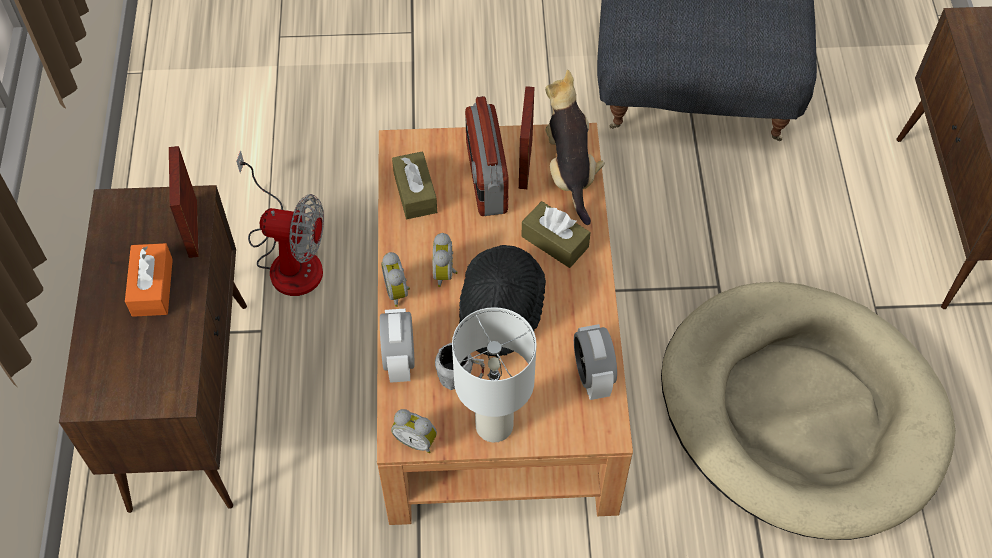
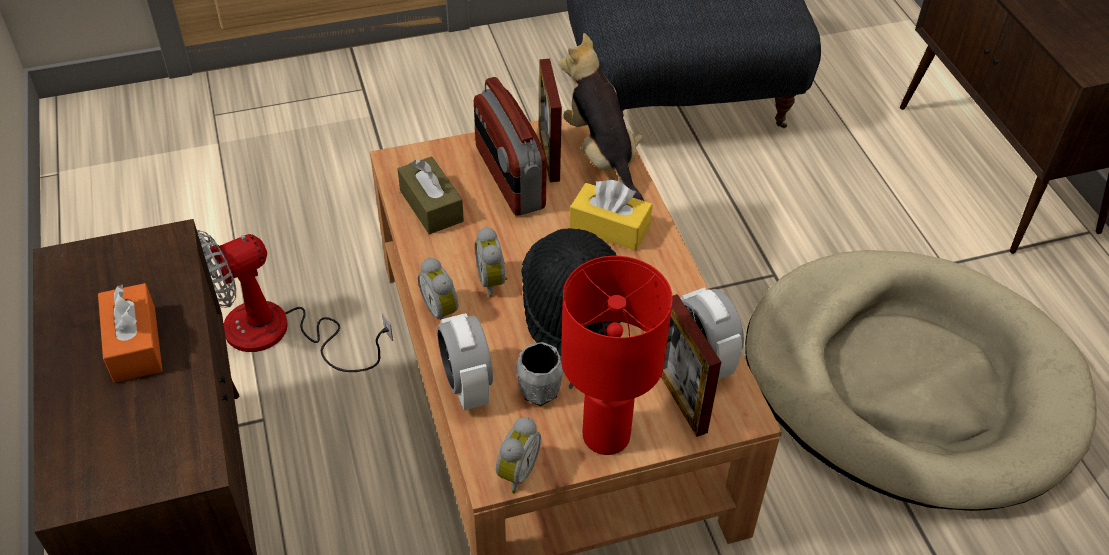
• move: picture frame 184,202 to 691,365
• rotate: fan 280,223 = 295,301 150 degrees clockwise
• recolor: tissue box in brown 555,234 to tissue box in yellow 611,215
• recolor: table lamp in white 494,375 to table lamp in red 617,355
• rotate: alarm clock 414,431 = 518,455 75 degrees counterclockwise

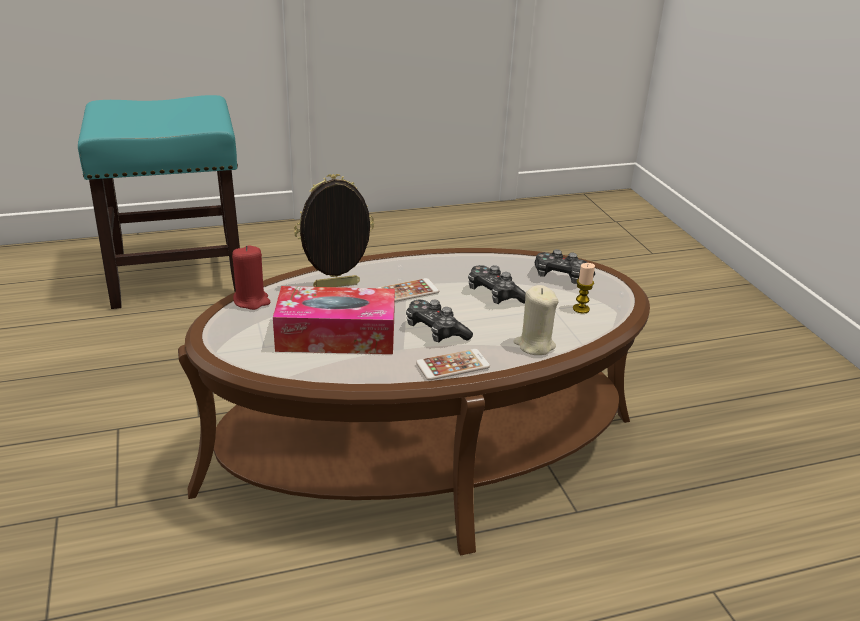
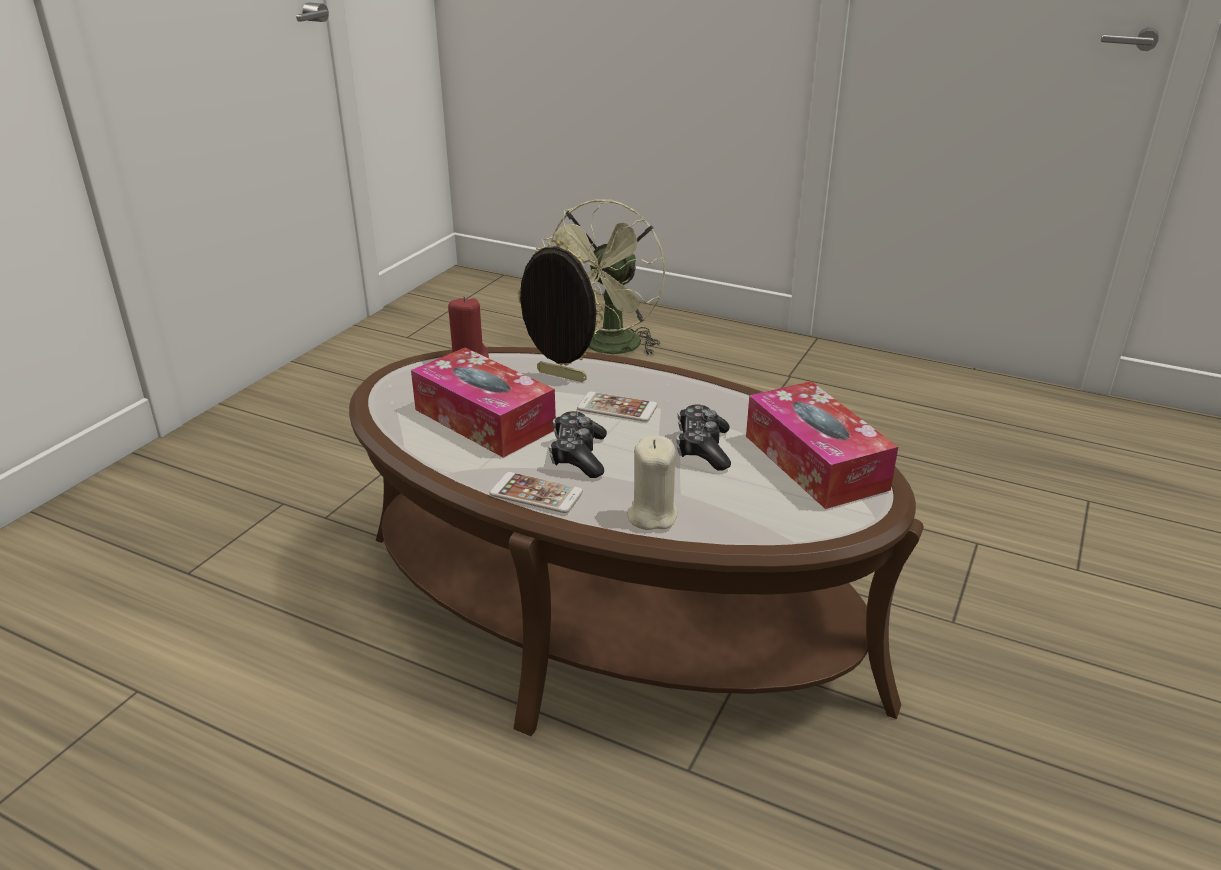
• replace: stool in turquoise 159,202 to fan in green 603,277
• replace: game controller 564,266 to tissue box 822,445
• delete: candle 584,288

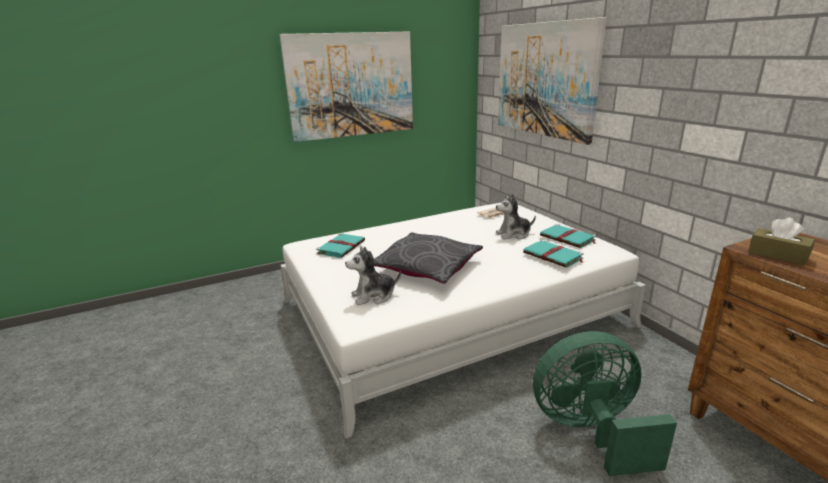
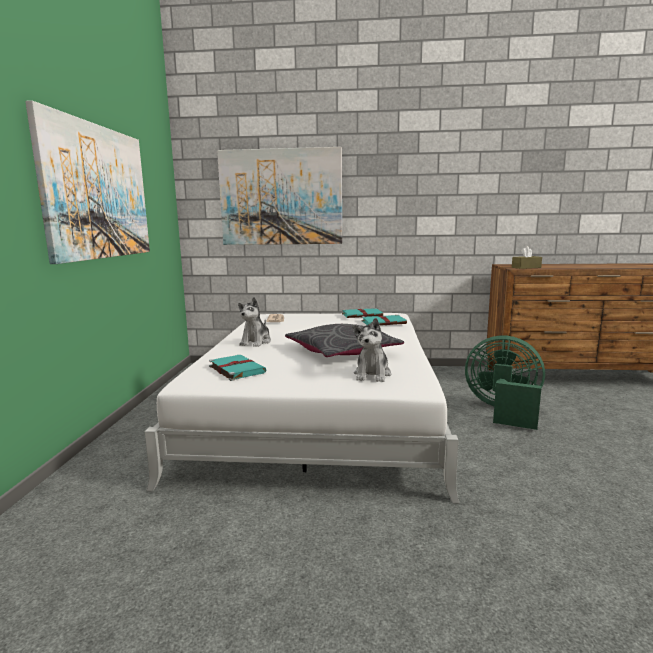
• move: plush toy 516,217 to 254,322
• rotate: fan in green 605,403 = 505,383 90 degrees clockwise

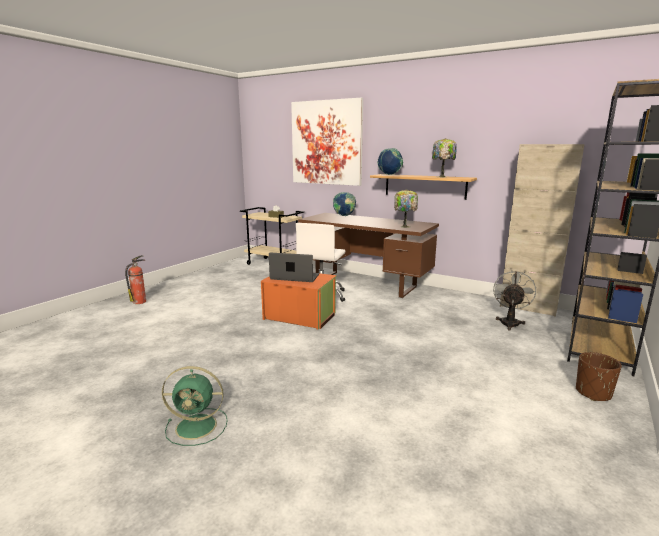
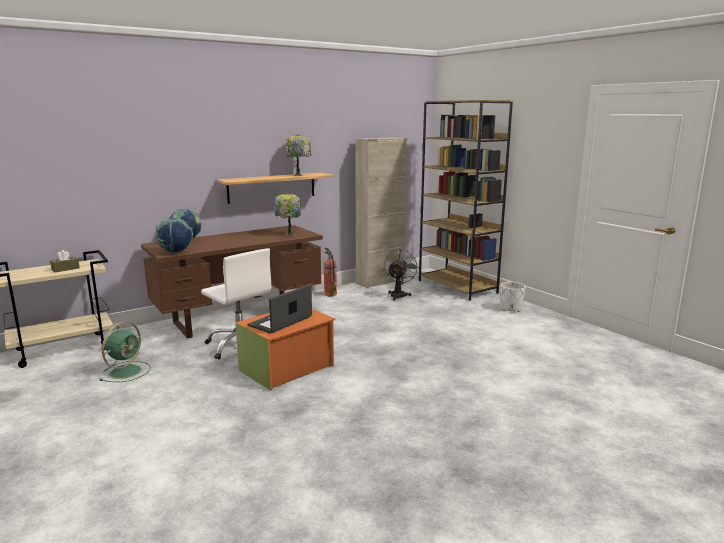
• delete: picture 327,142
• move: globe 390,161 to 174,235
• move: fire extinguisher 135,279 to 330,272
• rotate: fan in grey 514,300 = 401,275 60 degrees clockwise
• recolor: planter in brown 599,376 to planter in white 513,297
• move: fan in green 195,406 to 125,352

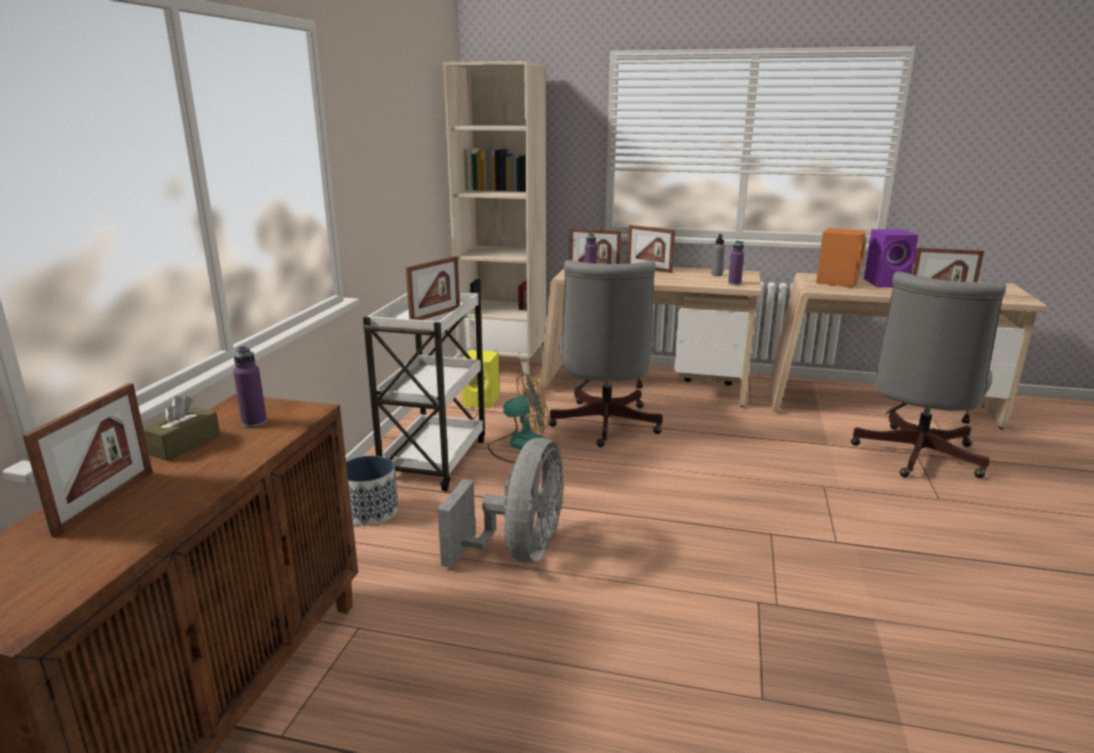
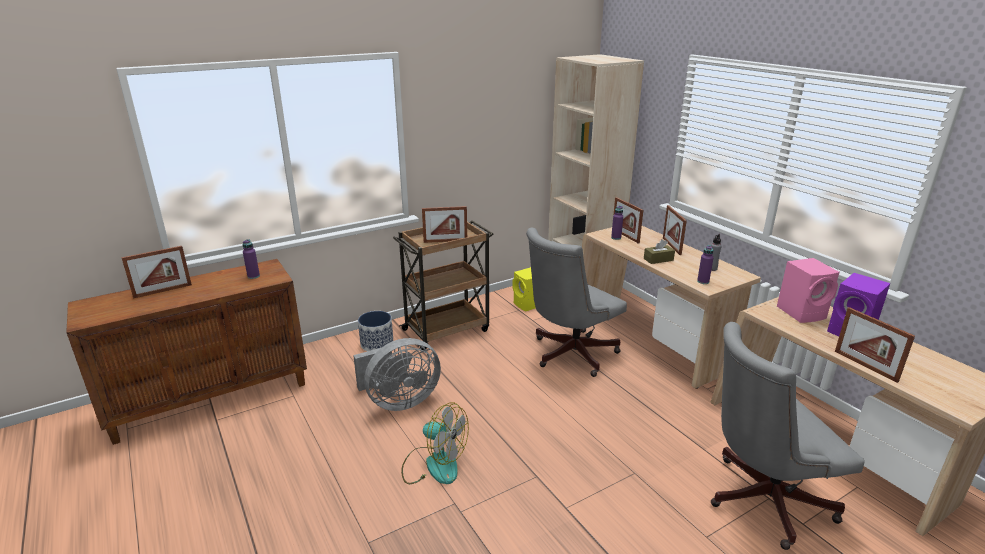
• recolor: speaker in orange 841,257 to speaker in pink 808,290
• recolor: cart in white 424,391 to cart in brown 443,285
• move: fan 518,417 to 435,443
• move: tissue box in brown 182,428 to 659,251

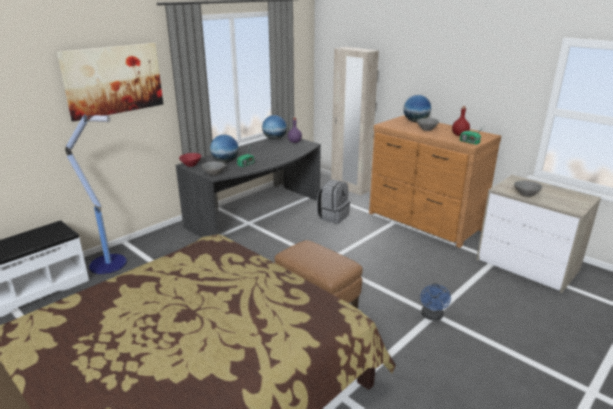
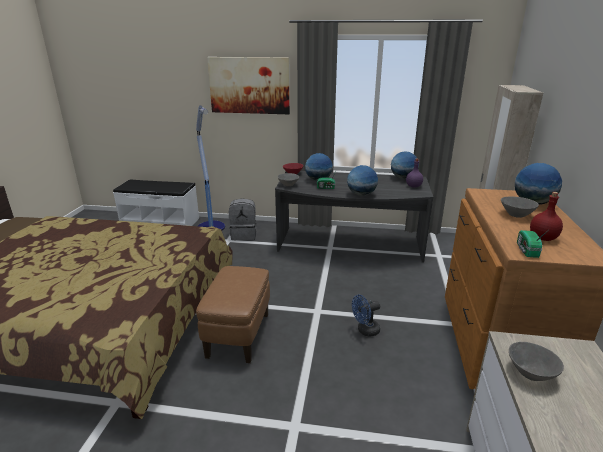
• move: backpack in grey 333,201 to 243,219
• move: fan in blue 435,301 to 366,316
• insert: globe 362,180

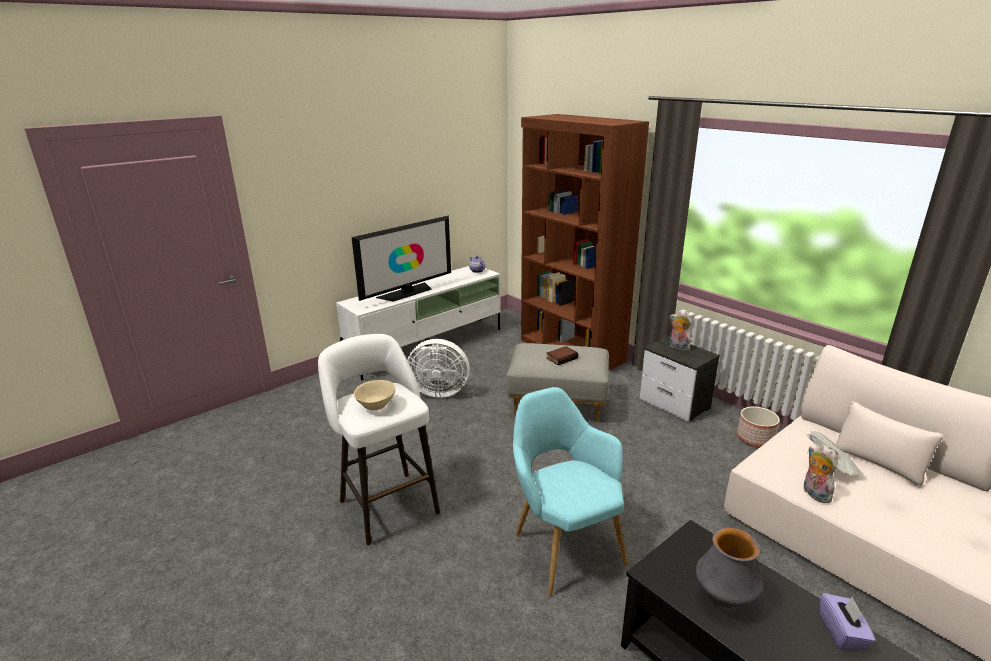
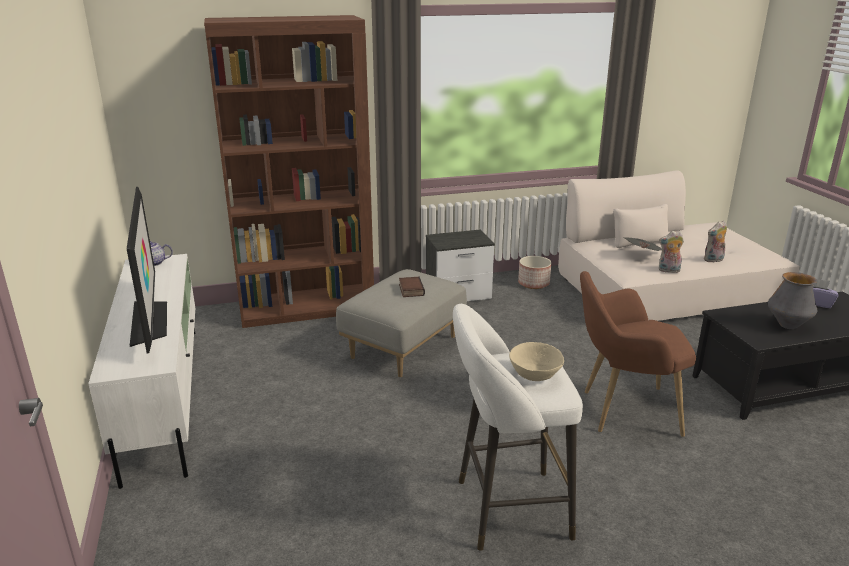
• move: plush toy 681,330 to 715,242
• delete: fan in white 438,368
• recolor: armchair in turquoise 570,491 to armchair in brown 638,354

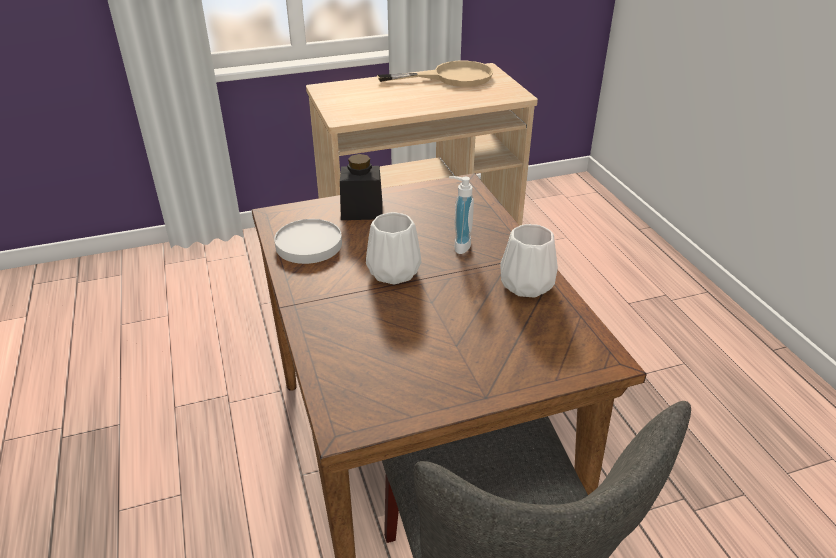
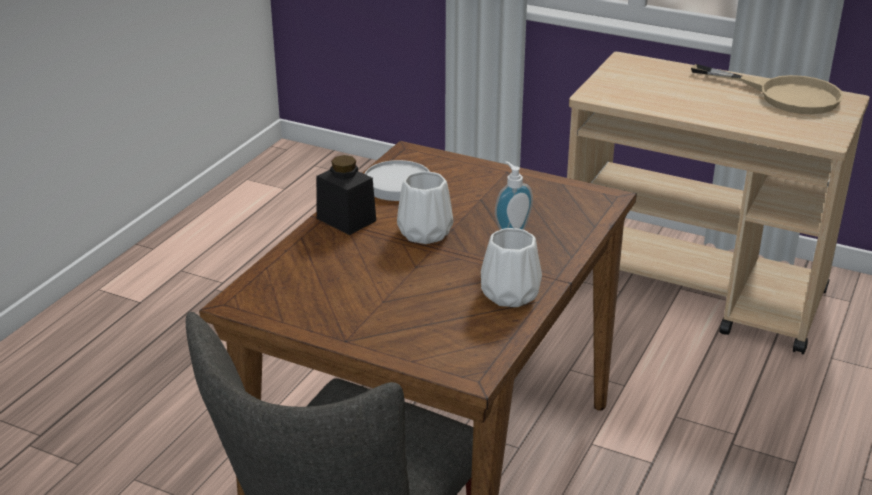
• move: jar in black 361,187 to 346,195

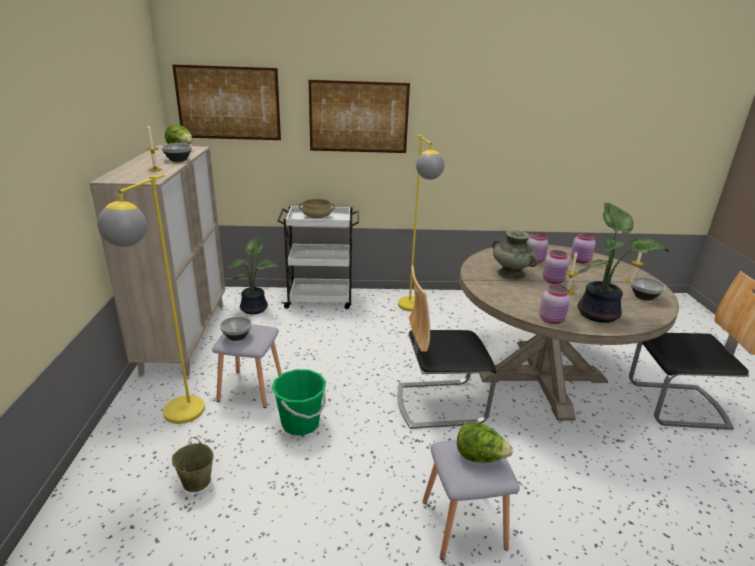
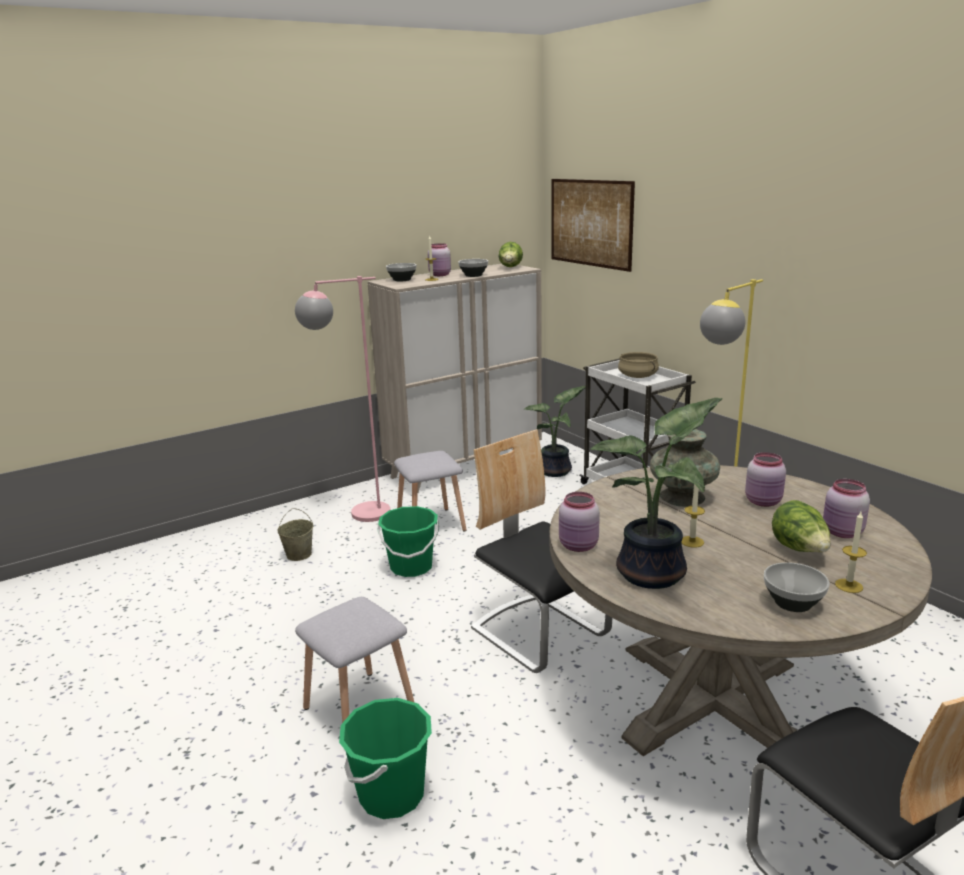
• delete: picture 359,116
• recolor: floor lamp in yellow 151,299 to floor lamp in pink 342,399
• move: jar in pink 555,267 to 439,259
• move: bowl 236,328 to 401,272
• move: lettuce 485,442 to 801,526
• insert: bucket in green 385,758

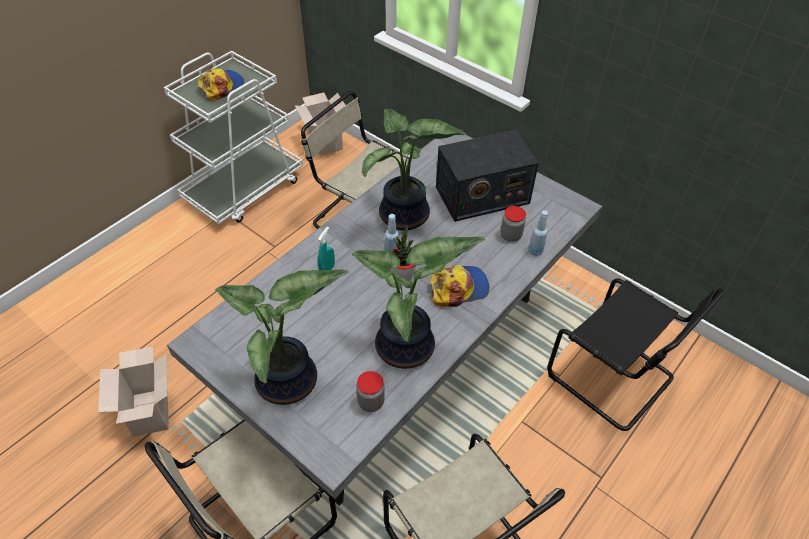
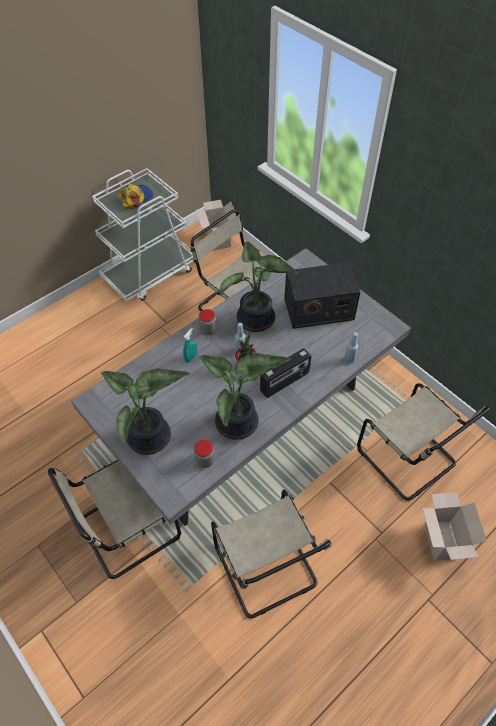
• move: jar 513,224 to 208,322
• replace: cap 459,286 to radio 285,373
• recolor: chair in black 635,354 to chair in beige 424,442
• move: cardboard box 133,392 to 454,526

